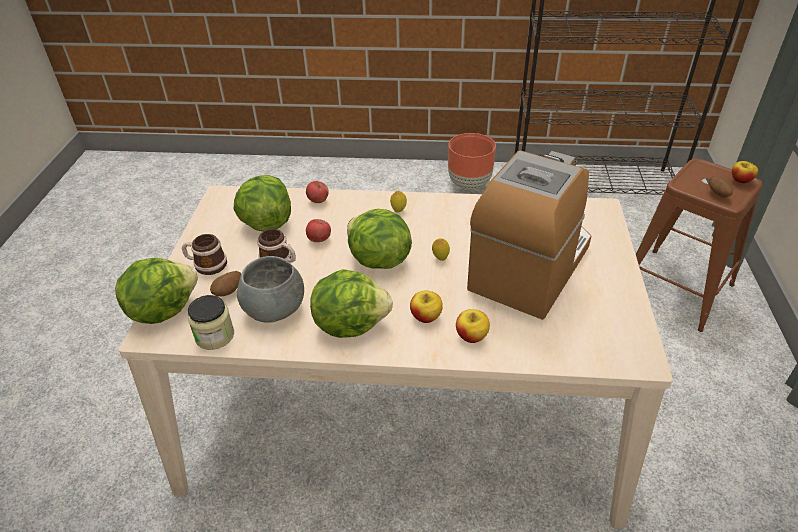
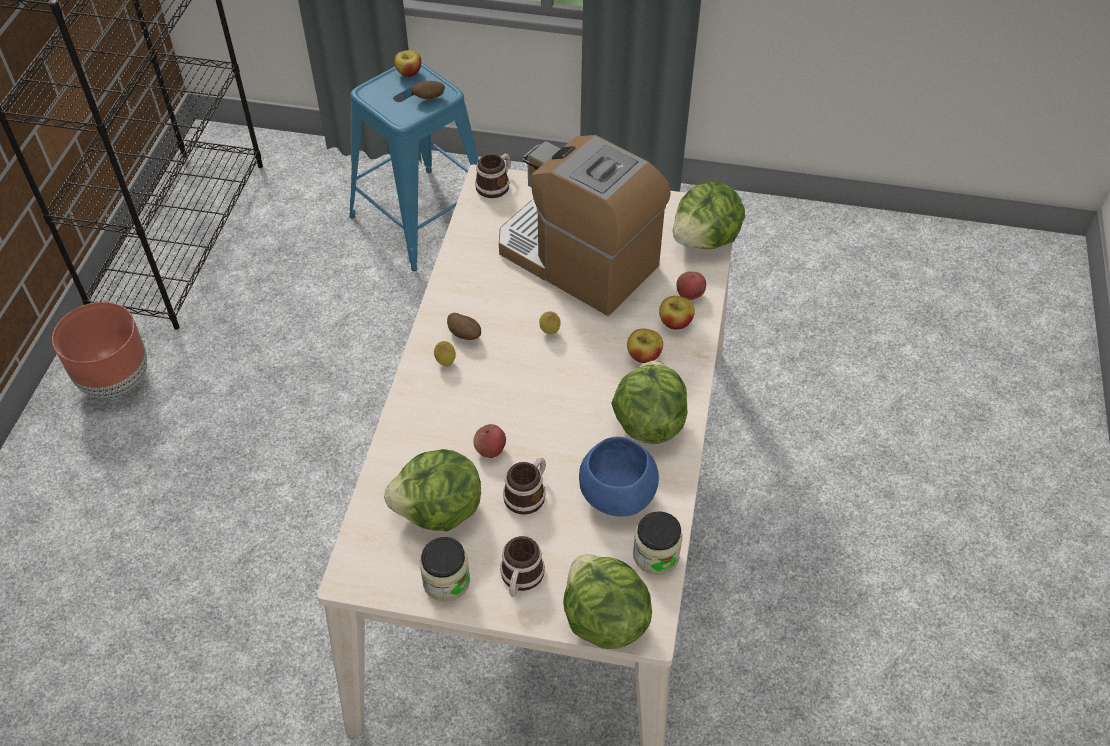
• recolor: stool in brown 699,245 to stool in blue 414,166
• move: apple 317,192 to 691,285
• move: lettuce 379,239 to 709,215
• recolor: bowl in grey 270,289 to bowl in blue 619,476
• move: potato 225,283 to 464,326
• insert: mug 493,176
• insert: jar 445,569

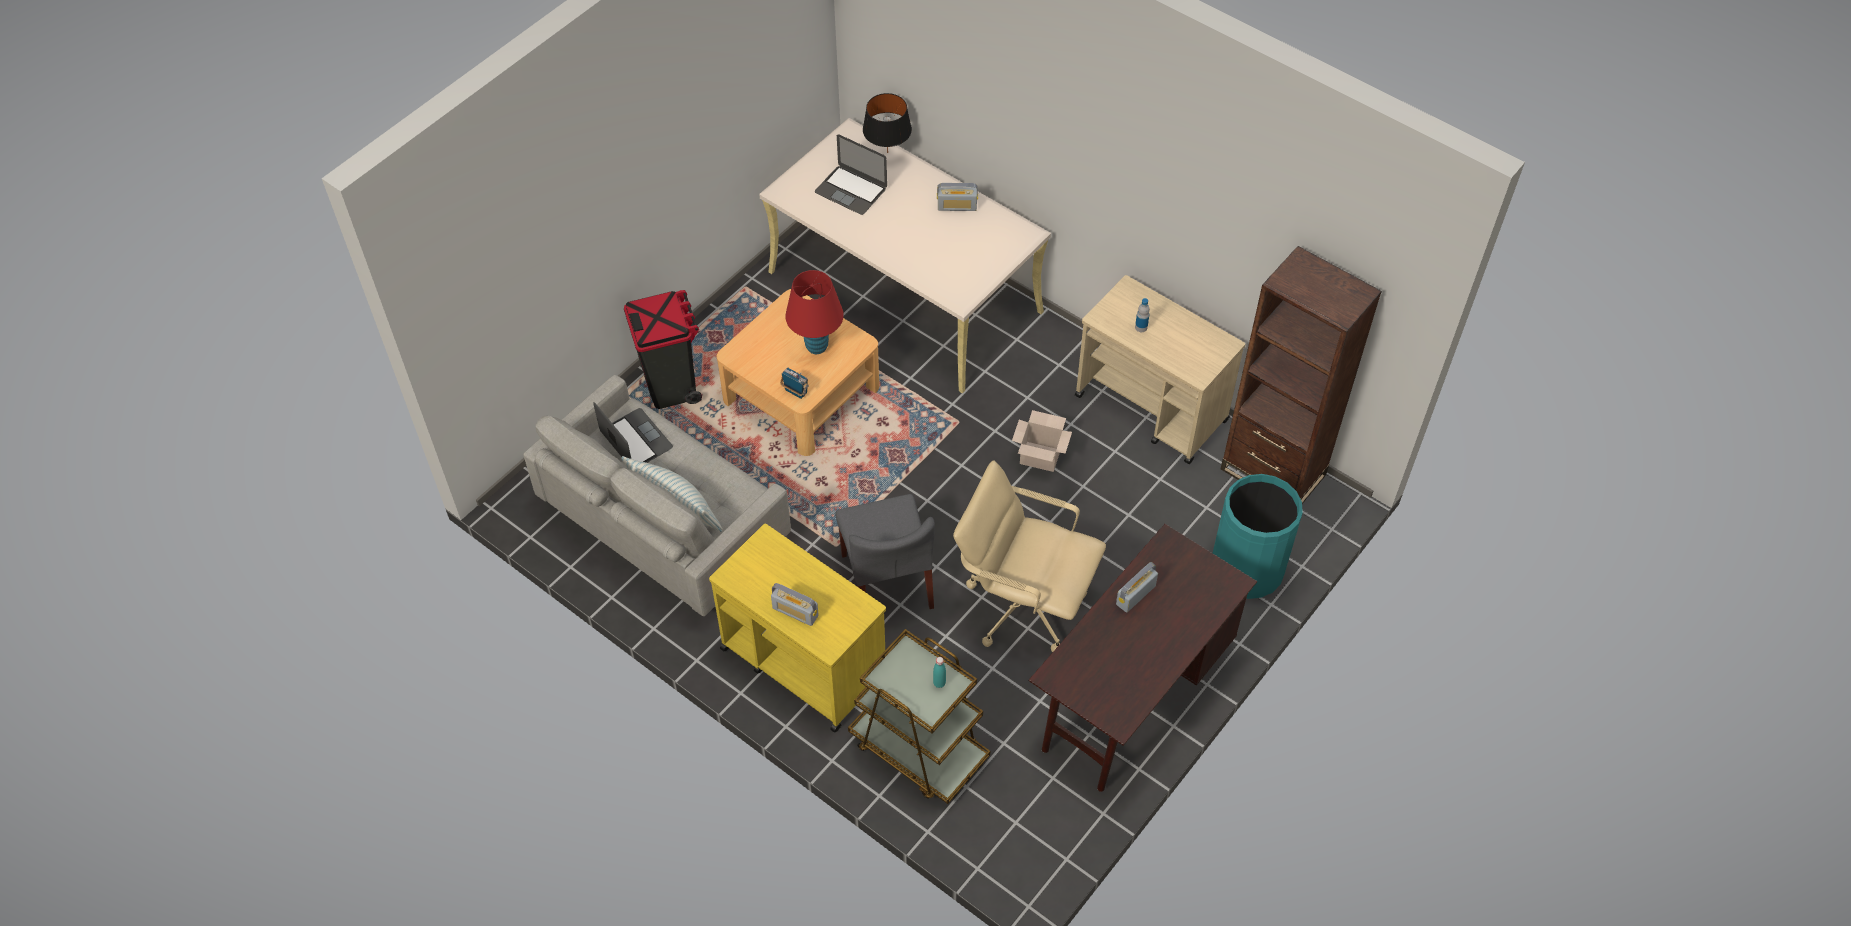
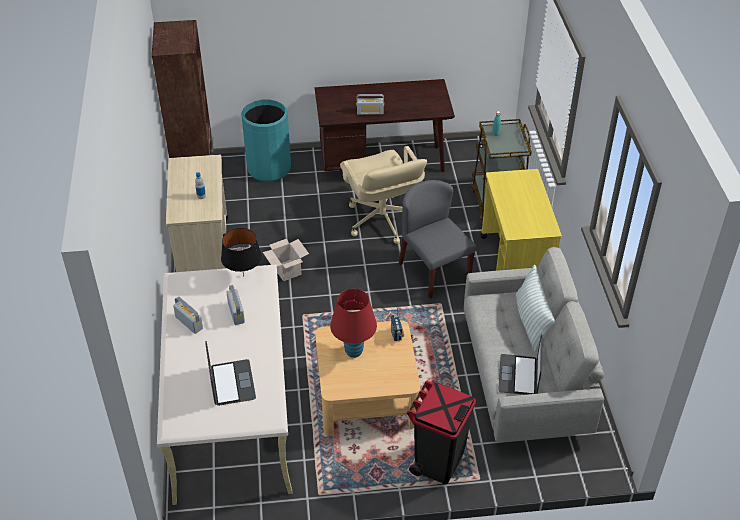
• move: table lamp in black 887,123 to 241,252
• rotate: chair in grey 885,551 = 437,239 60 degrees counterclockwise
• move: radio 795,604 to 235,305

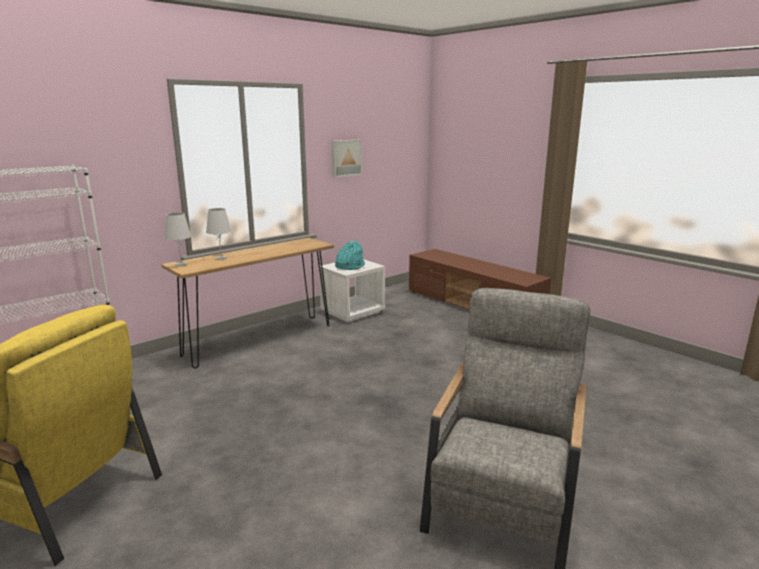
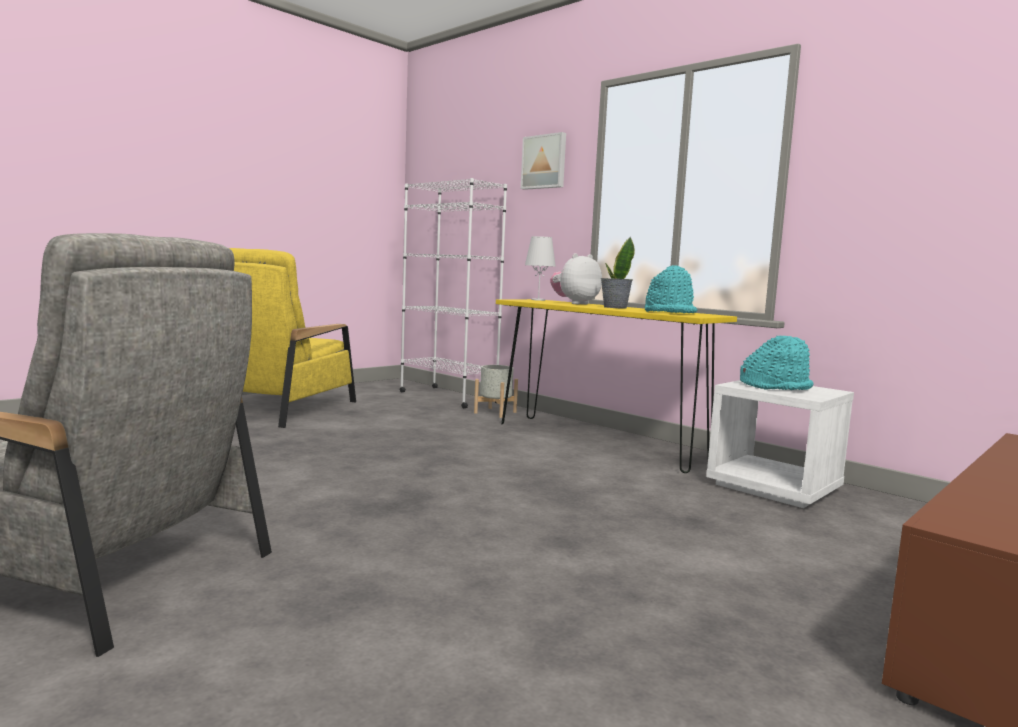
• move: picture 346,158 to 543,161
• replace: table lamp in white 218,233 to plush toy 576,278
• recolor: console table in brown 247,303 to console table in yellow 616,386
• insert: potted plant 618,272
• insert: hat in turquoise 671,289
• insert: planter in grey 496,391

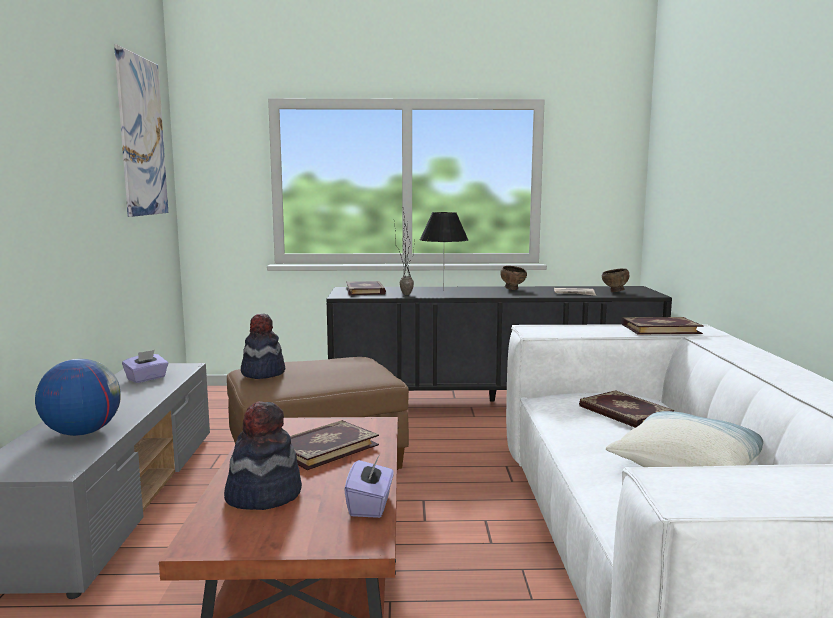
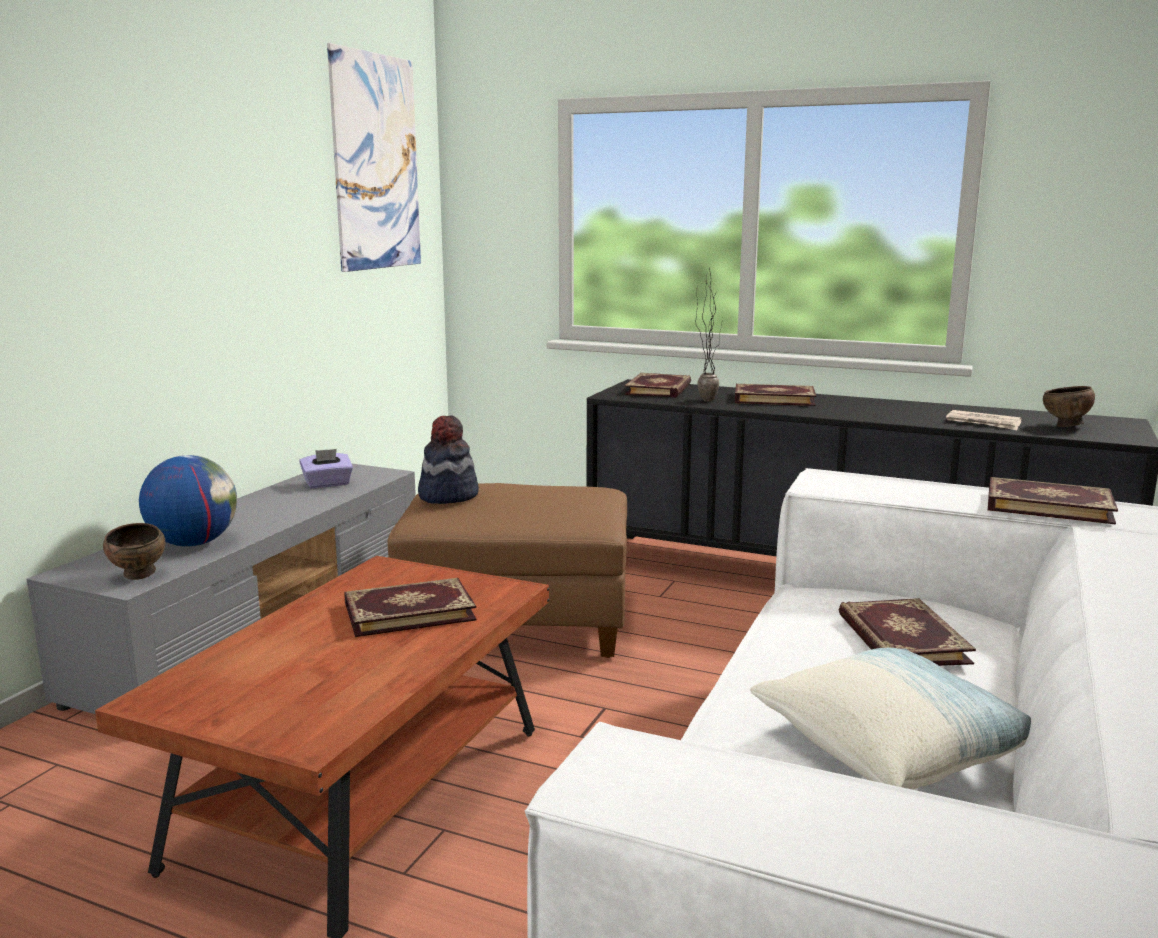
• replace: table lamp in black 444,251 to book 775,395
• move: bowl in brown 513,278 to 134,551
• delete: hat 263,455
• delete: tissue box in purple 369,487

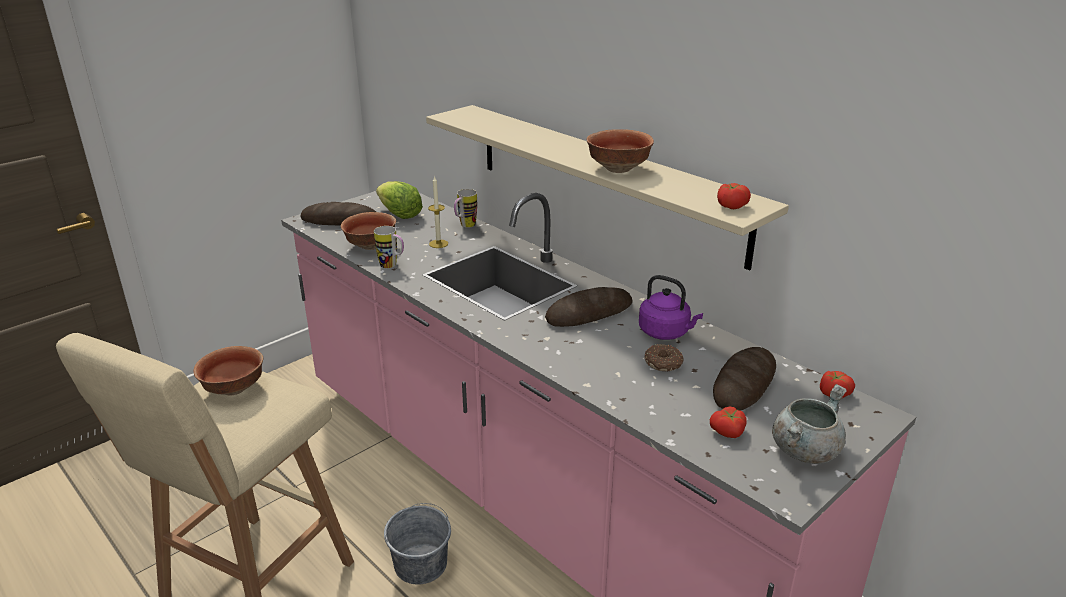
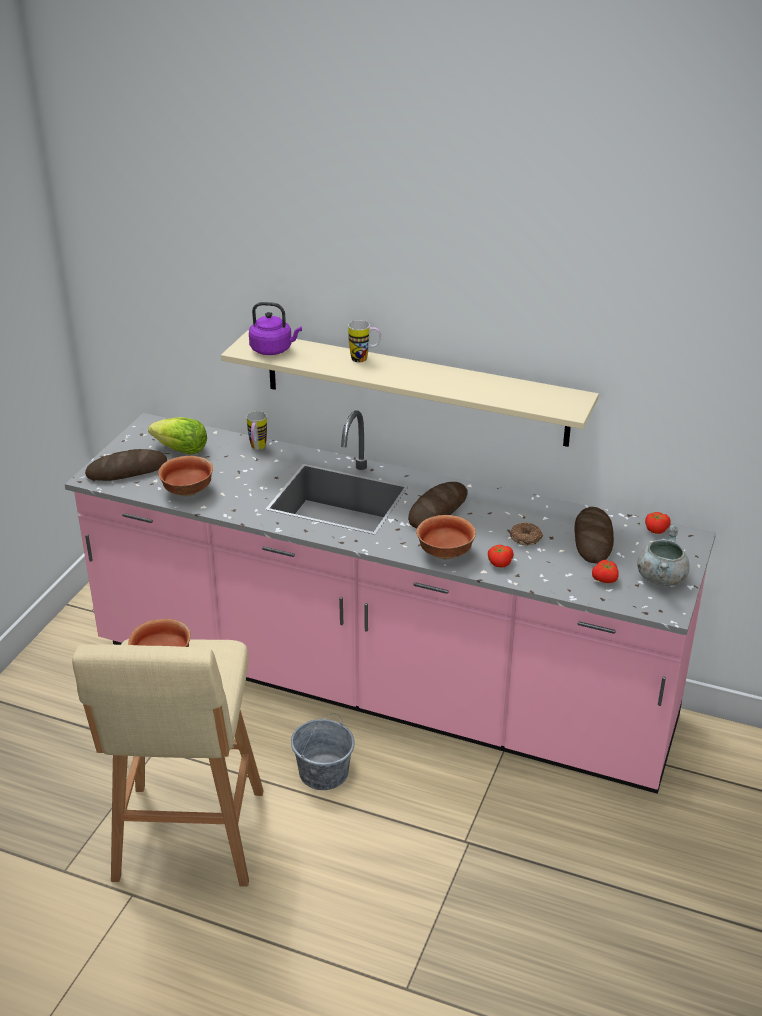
• move: bowl 620,151 to 446,537
• delete: candle 438,212
• move: tomato 734,196 to 501,556
• move: mug 389,247 to 364,342
• move: kettle in purple 671,307 to 275,328

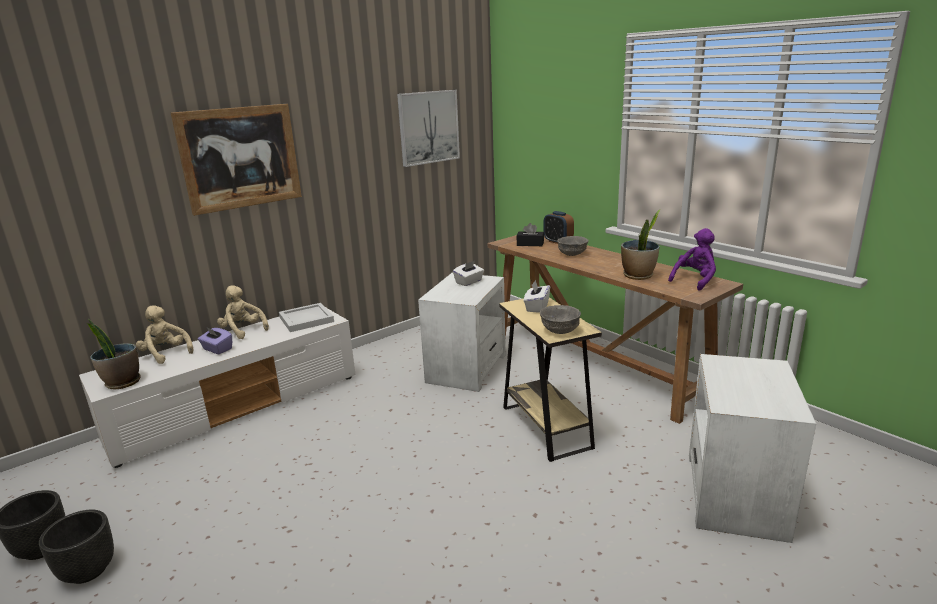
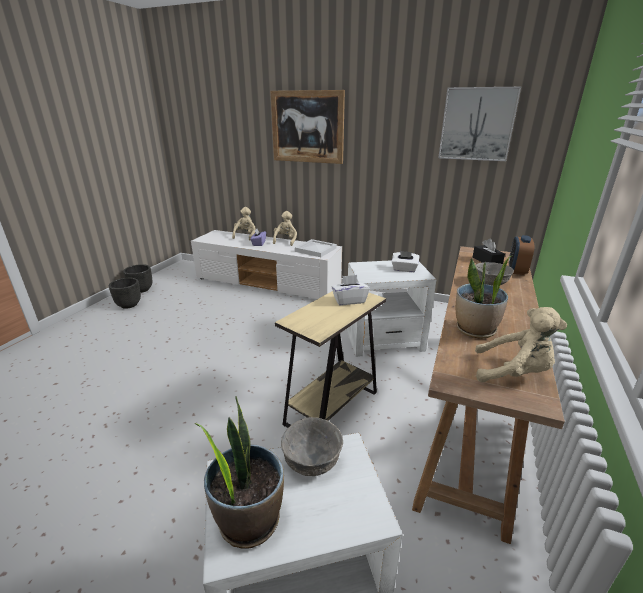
• recolor: plush toy in purple 692,259 to plush toy in beige 521,344
• move: bowl in grey 560,319 to 312,446
• move: potted plant 114,354 to 239,472

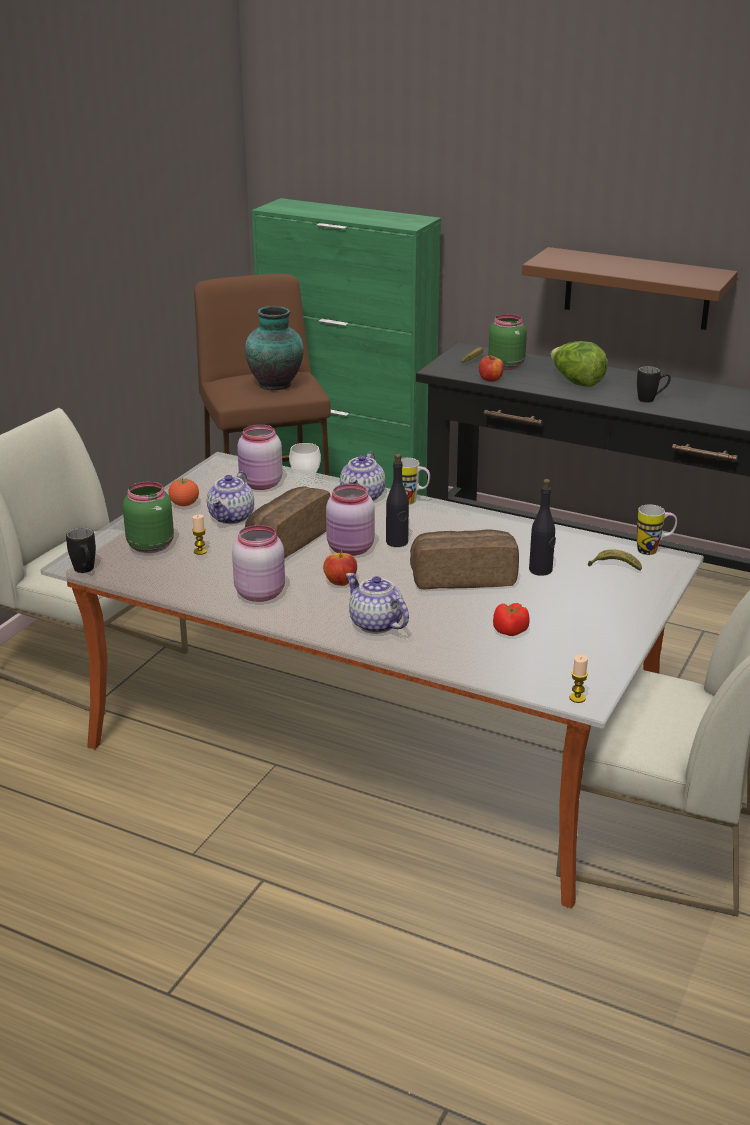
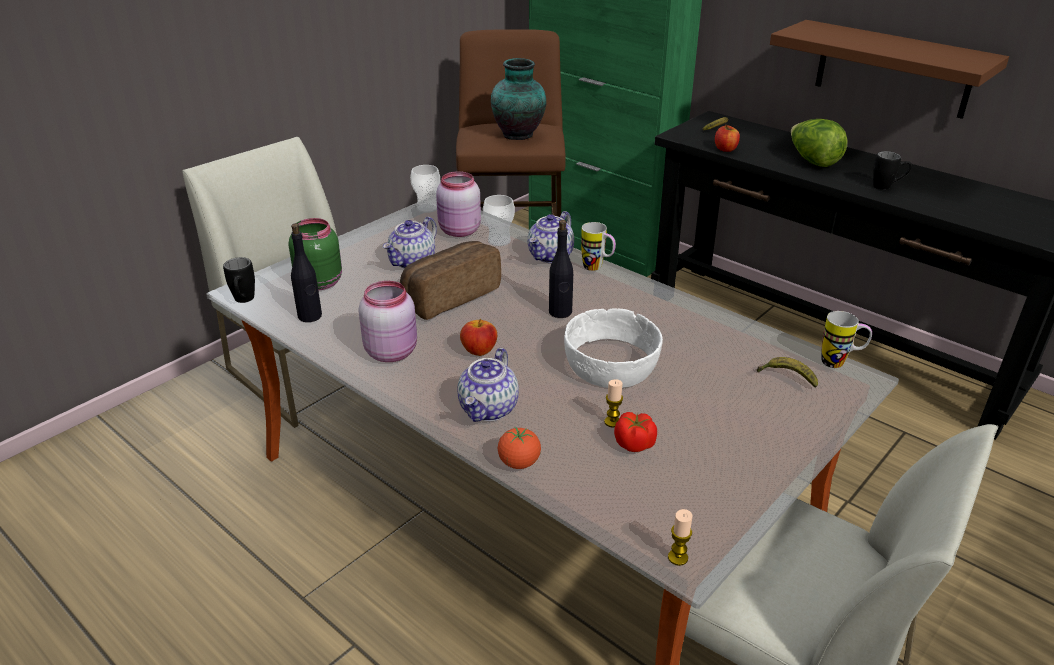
• delete: jar in green 507,342
• move: tomato 183,492 to 519,448
• move: bottle in black 542,527 to 306,272
• delete: jar in pink 350,520
• move: candle 199,535 to 613,403
• replace: bread 464,559 to bowl in white 613,348
• rotate: teapot 377,603 = 488,385 135 degrees counterclockwise
• insert: cup 425,189

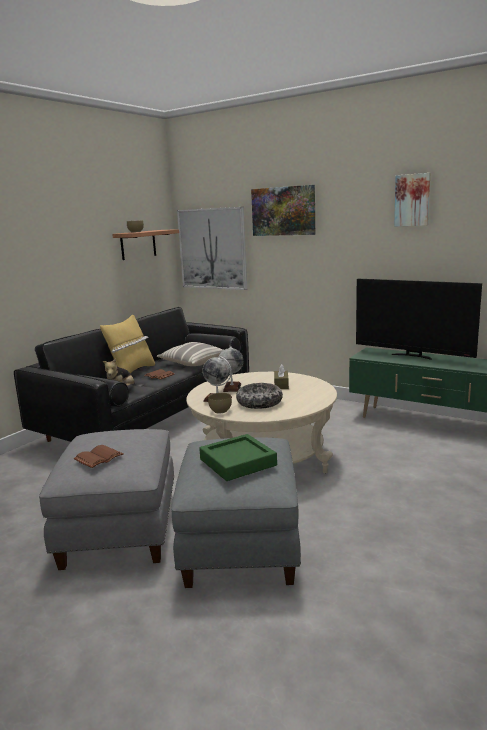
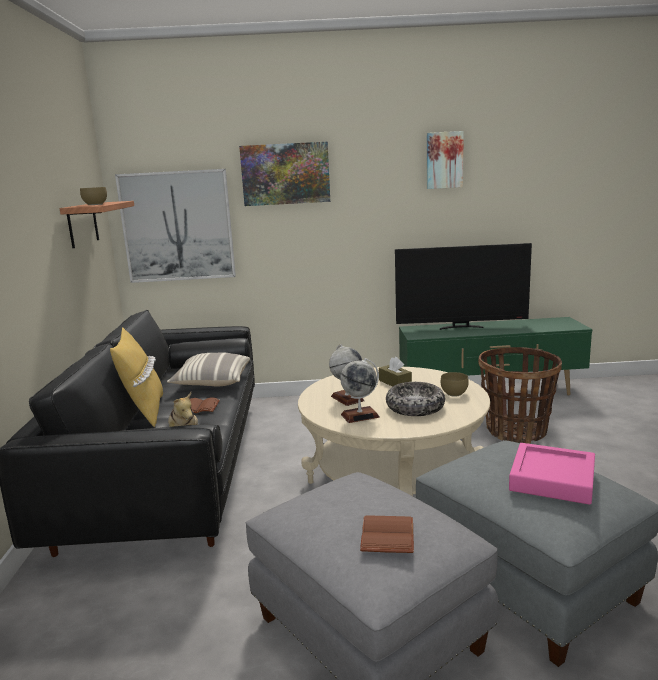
• move: bowl in brown 220,403 to 455,384
• recolor: tray in green 238,457 to tray in pink 552,474
• insert: basket 520,395

